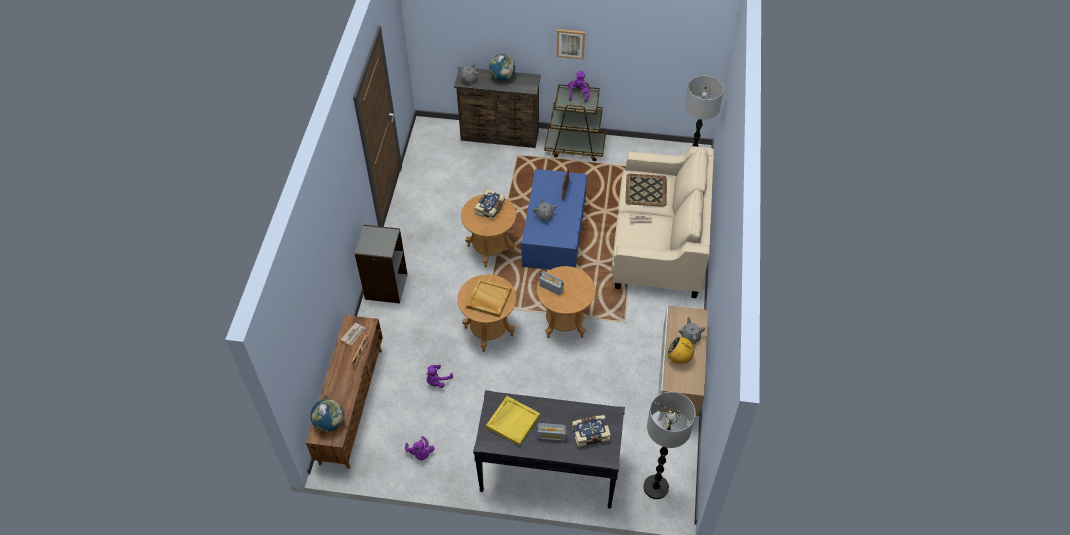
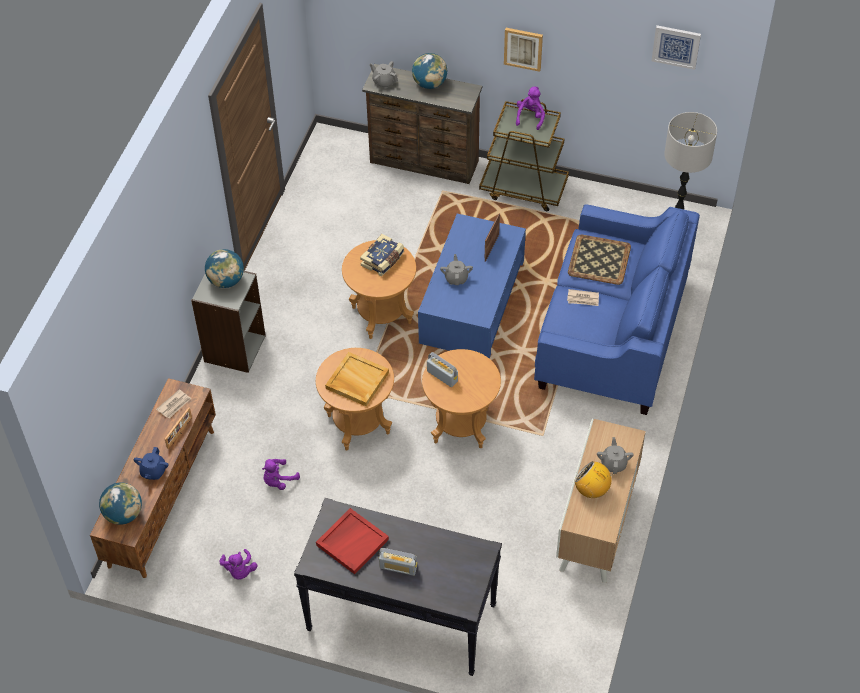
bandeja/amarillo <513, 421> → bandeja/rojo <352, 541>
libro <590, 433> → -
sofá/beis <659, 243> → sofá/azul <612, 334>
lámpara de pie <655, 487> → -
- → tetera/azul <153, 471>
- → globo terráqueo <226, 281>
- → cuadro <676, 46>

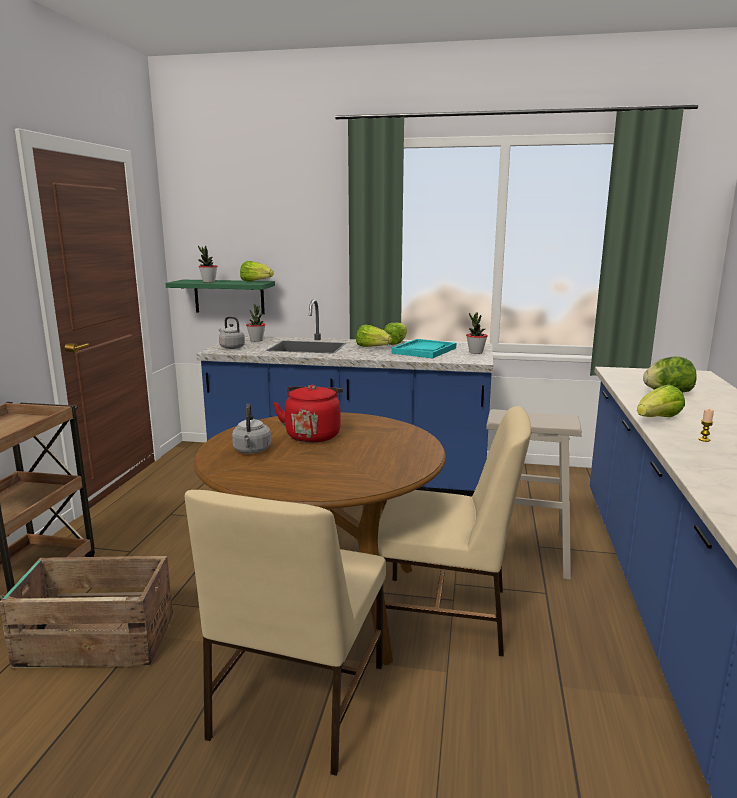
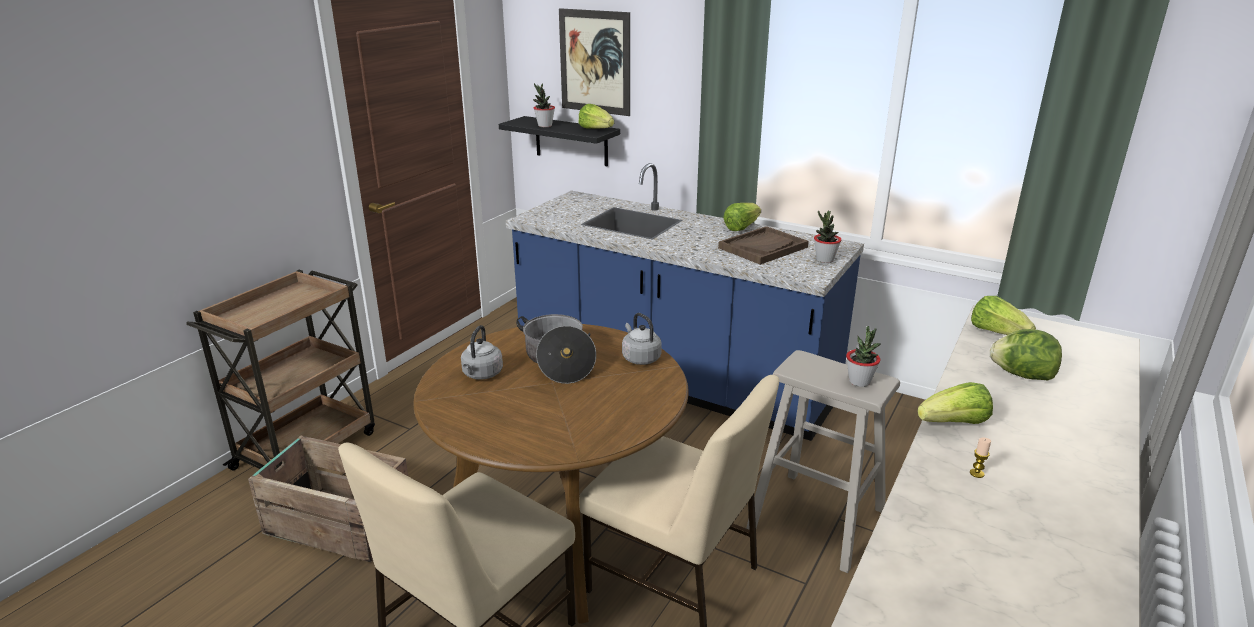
estante/verde <229, 296> → estante/negro <571, 141>
hervidor/gris <231, 347> → hervidor/gris <640, 358>, move
planta en maceta <256, 340> → planta en maceta <859, 381>, move
hervidor/rojo <313, 435> → olla <558, 361>
lechuga <372, 347> → lechuga <997, 333>, move
bandeja/turquesa <424, 350> → bandeja/marrón <763, 247>
- → cuadro <595, 62>

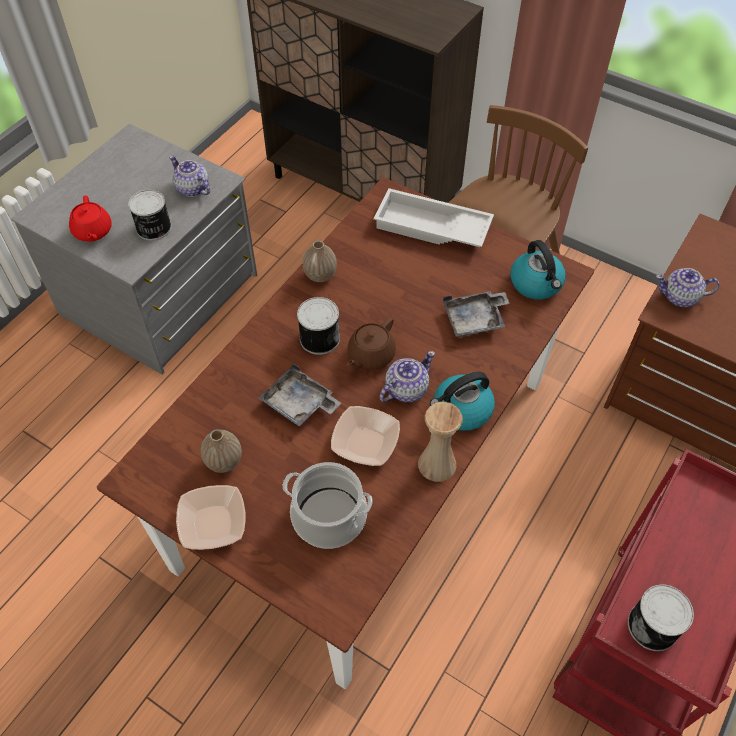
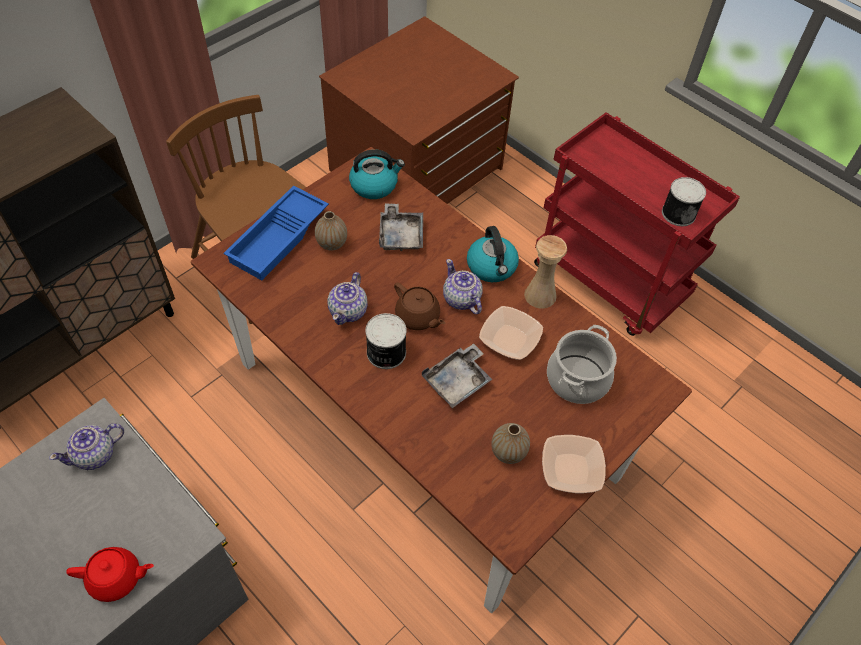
lata <153, 228> → -
florero <320, 275> → florero <332, 244>, move
bandeja/blanco <431, 228> → bandeja/azul <279, 239>
tetera <680, 297> → tetera <348, 311>, move

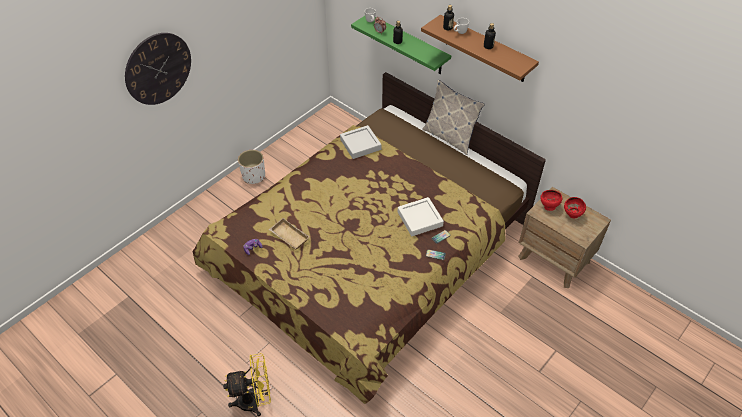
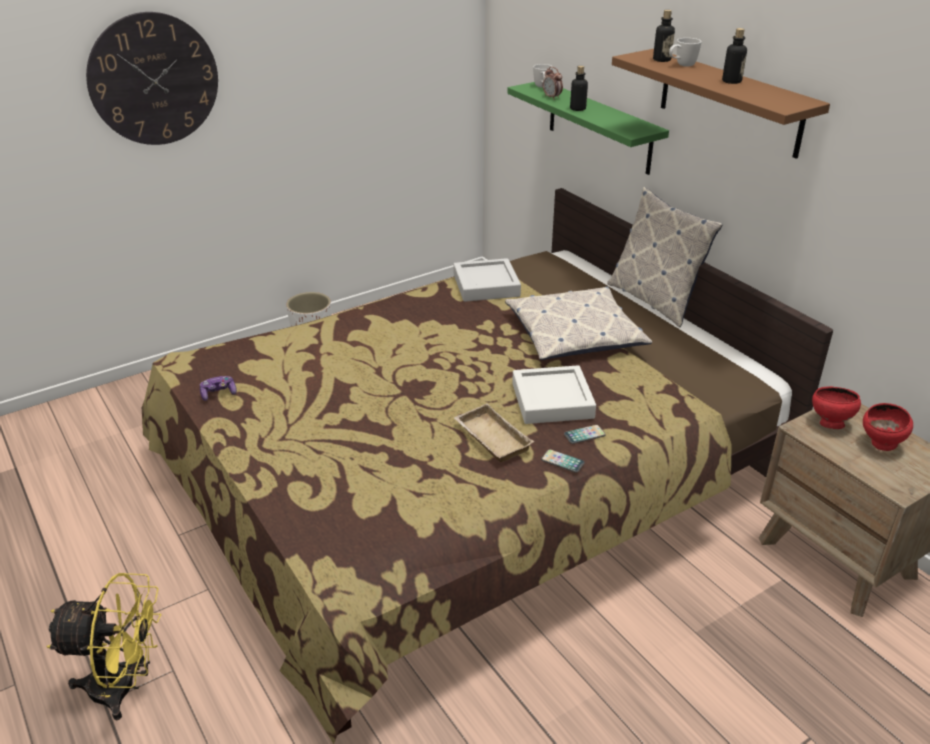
bandeja/beis <288, 236> → bandeja/beis <490, 438>, move
- → cojín <575, 334>

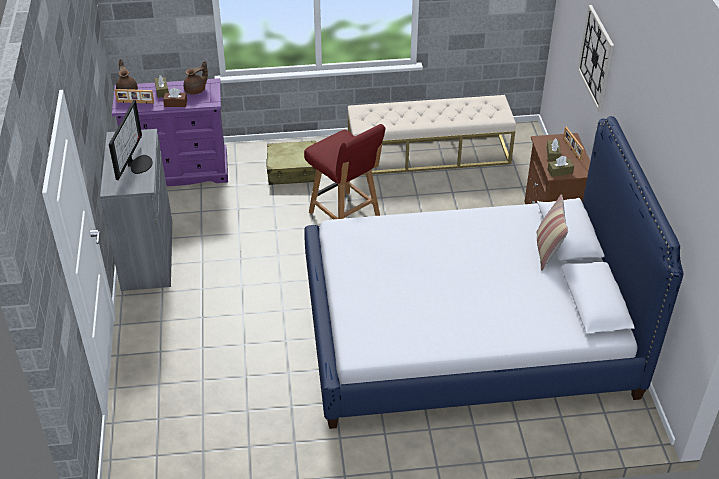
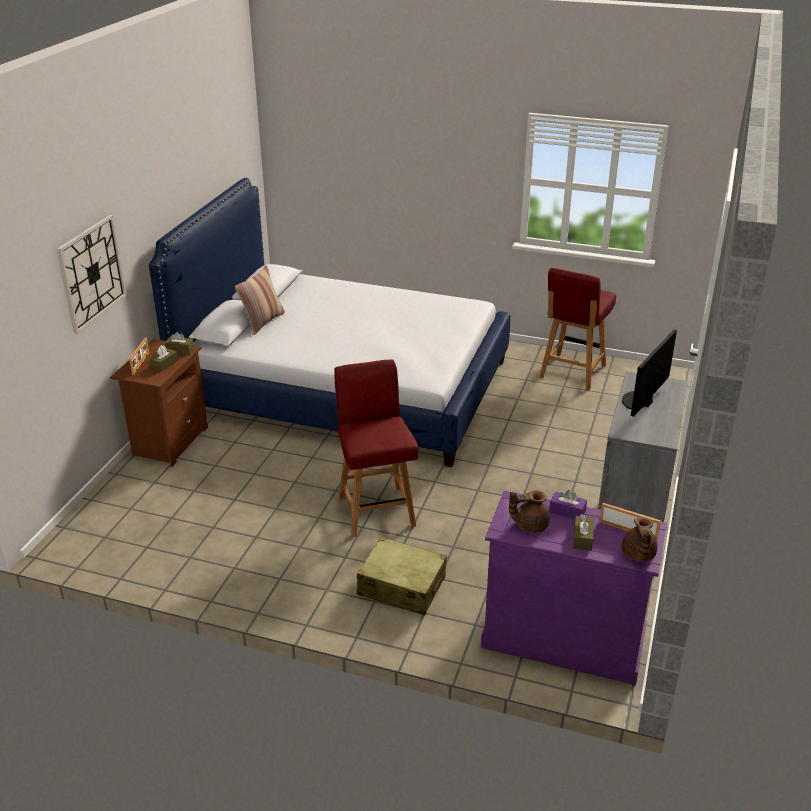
caja de pañuelos/marrón <175, 103> → caja de pañuelos/morado <567, 511>
banco/beis <429, 154> → -
- → silla/rojo <572, 372>

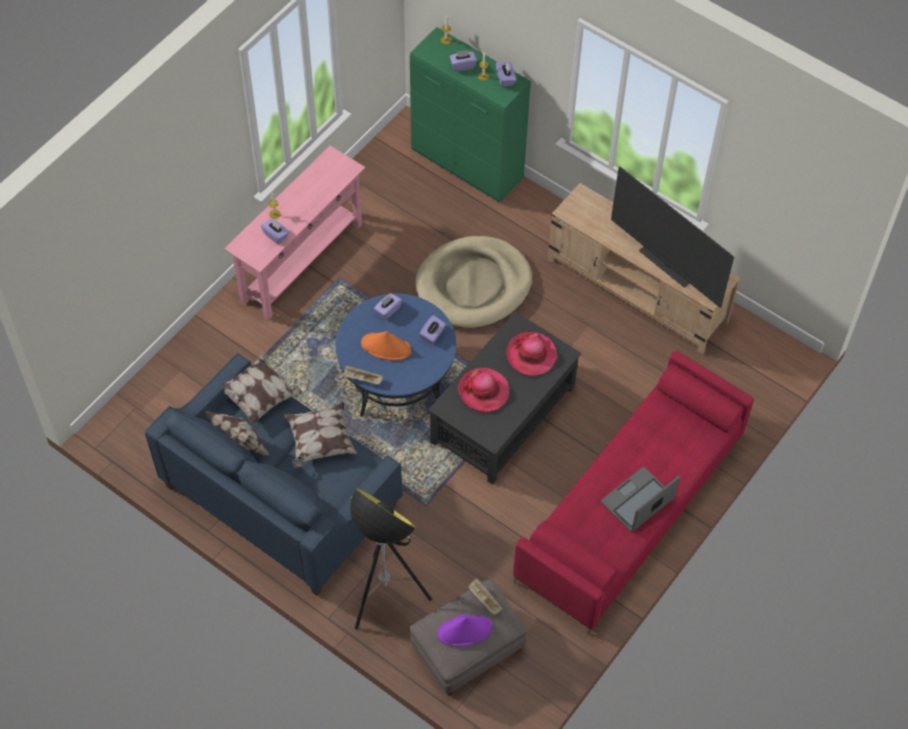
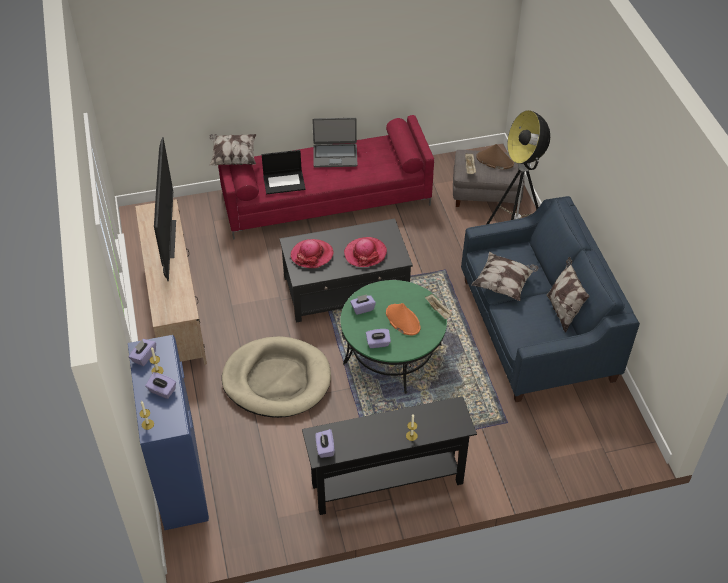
cojín <260, 397> → cojín <233, 157>, move
mesa consola/rosa <301, 262> → mesa consola/negro <387, 484>
caja de pañuelos/morado <276, 235> → caja de pañuelos/morado <325, 448>, move
mesa de centro/azul <396, 376> → mesa de centro/verde <392, 354>
armario/verde <468, 165> → armario/azul <179, 476>
sombrero/morado <465, 630> → sombrero/marrón <494, 160>
- → portátil <284, 182>

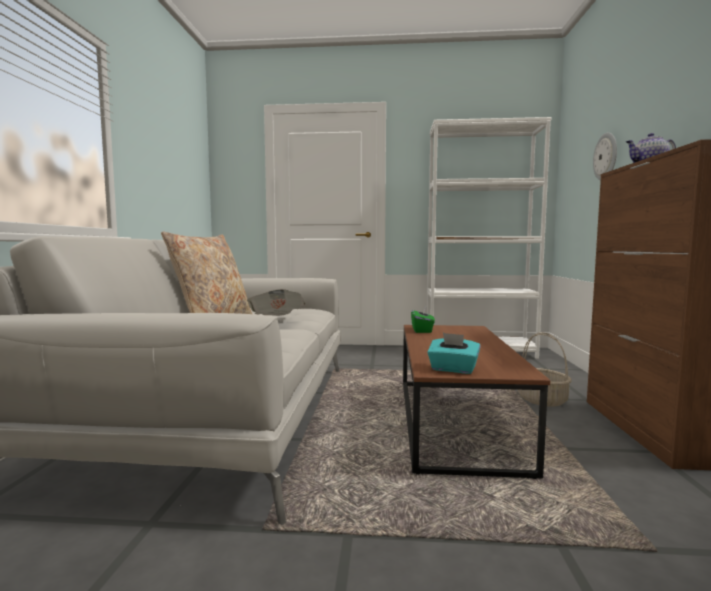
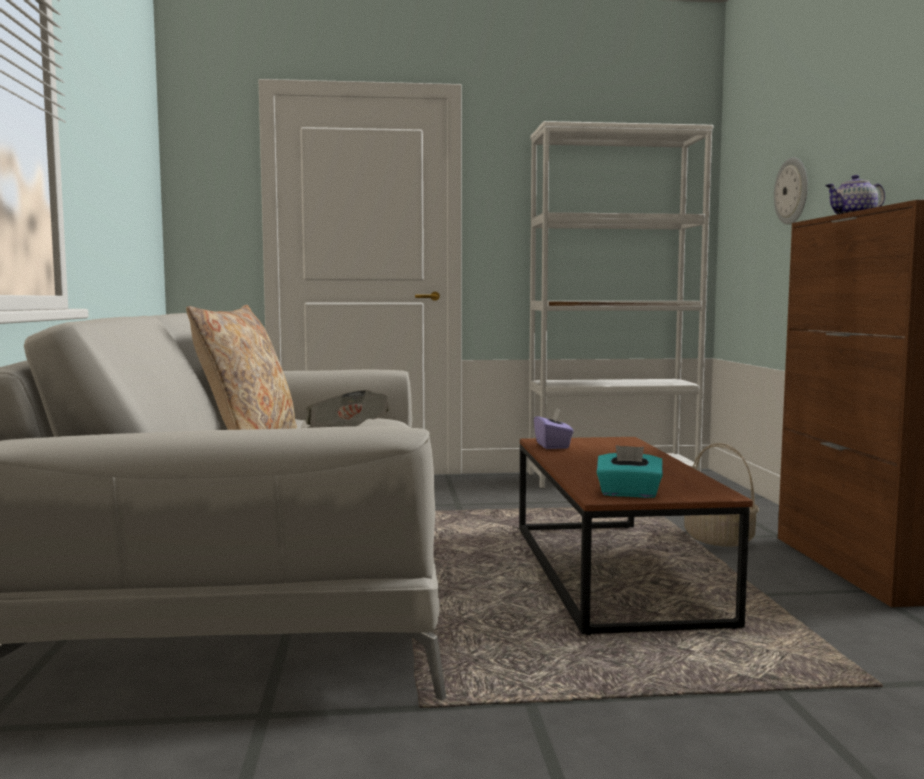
caja de pañuelos/verde <422, 330> → caja de pañuelos/morado <553, 446>

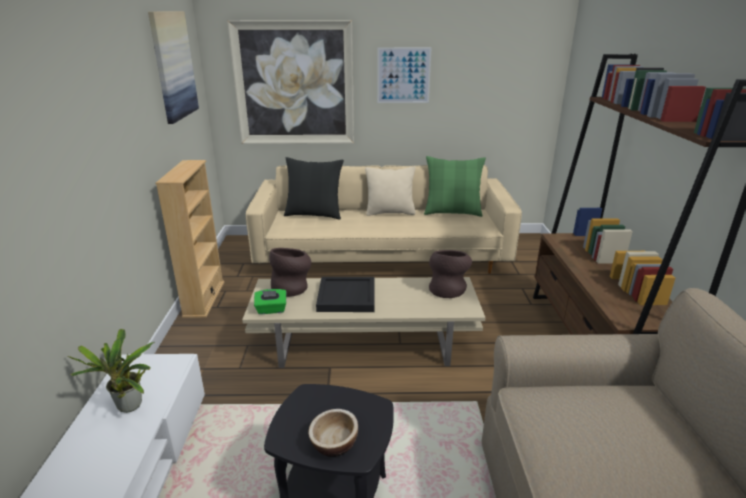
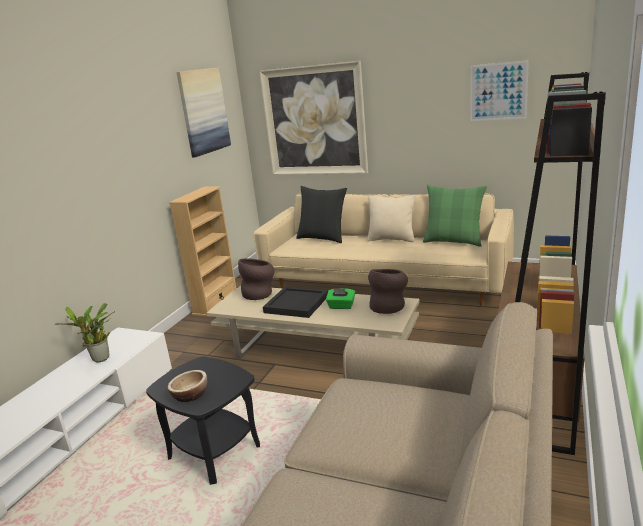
caja de pañuelos/verde <271, 310> → caja de pañuelos/verde <341, 306>, move
cuadro <403, 75> → cuadro <498, 91>, move

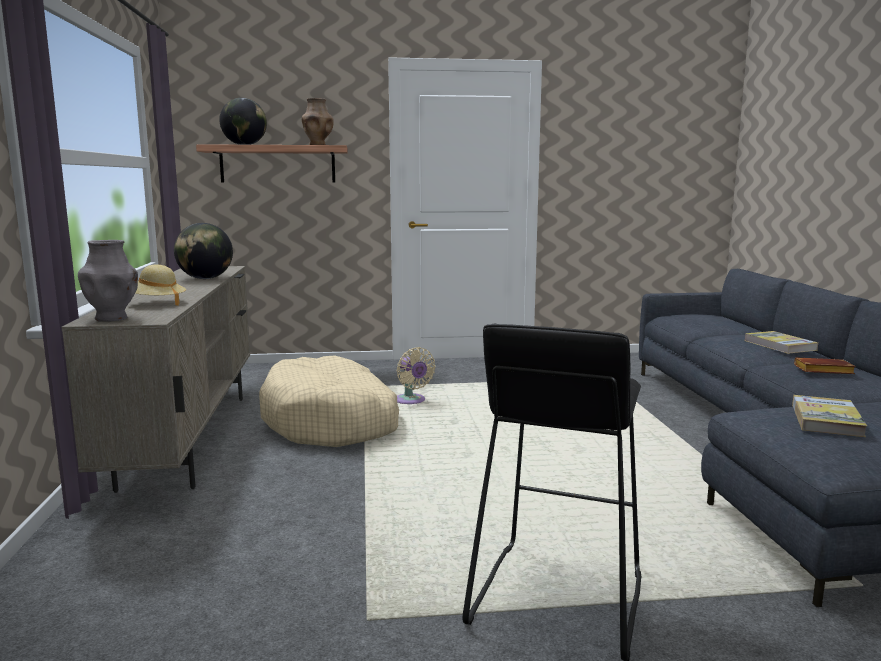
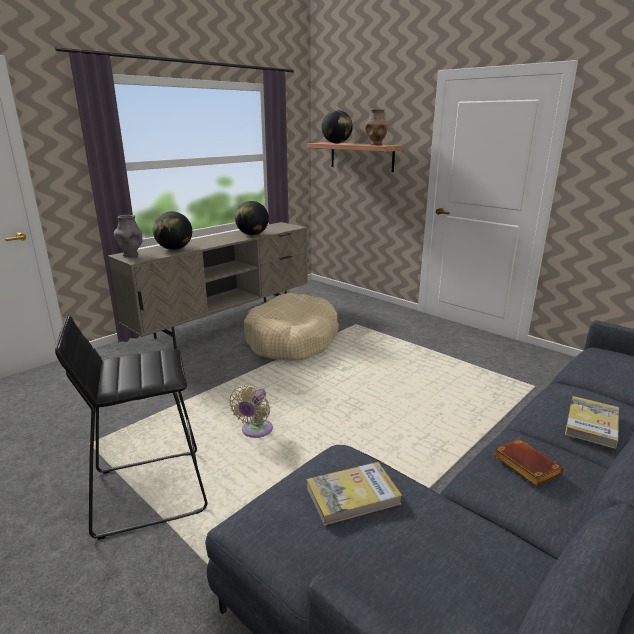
sombrero/beis <157, 303> → globo terráqueo <174, 249>
ventilador/beis <411, 401> → ventilador/beis <255, 431>, move

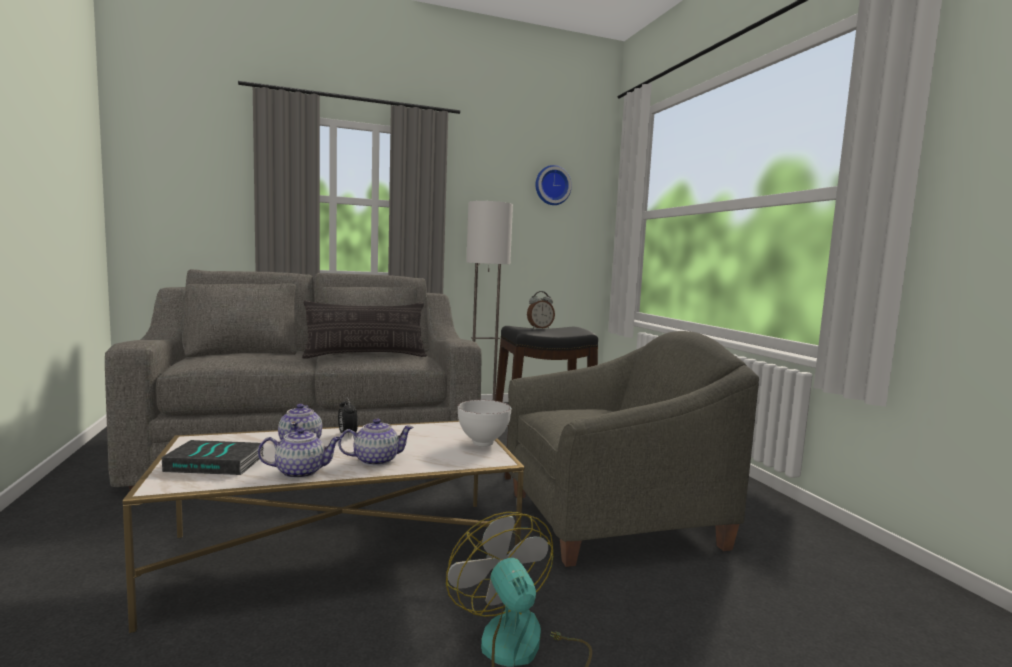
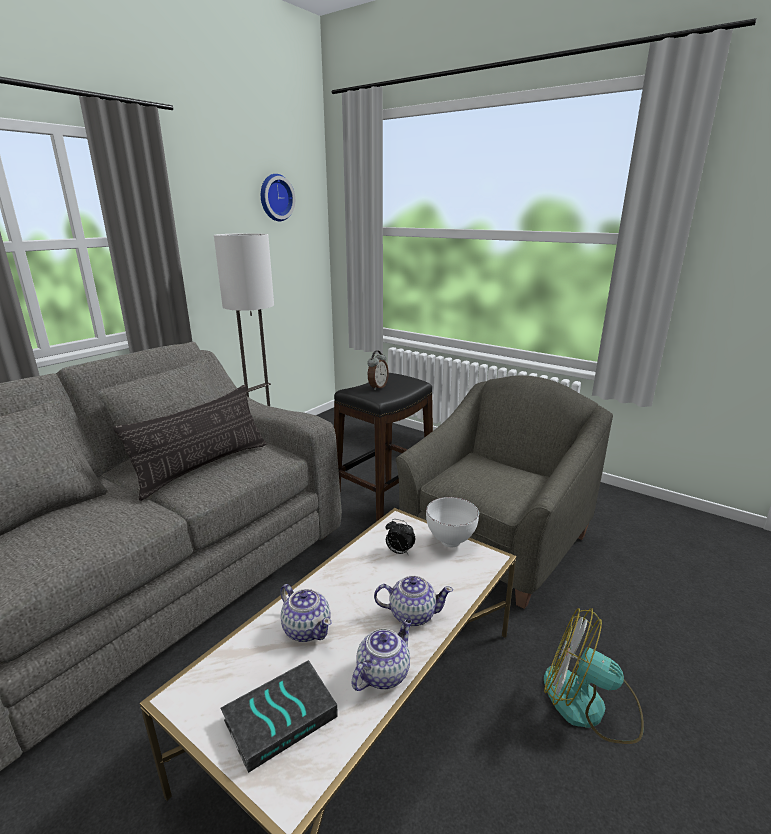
despertador <347, 434> → despertador <399, 552>, move
tetera <375, 460> → tetera <412, 614>, 60 degrees clockwise

